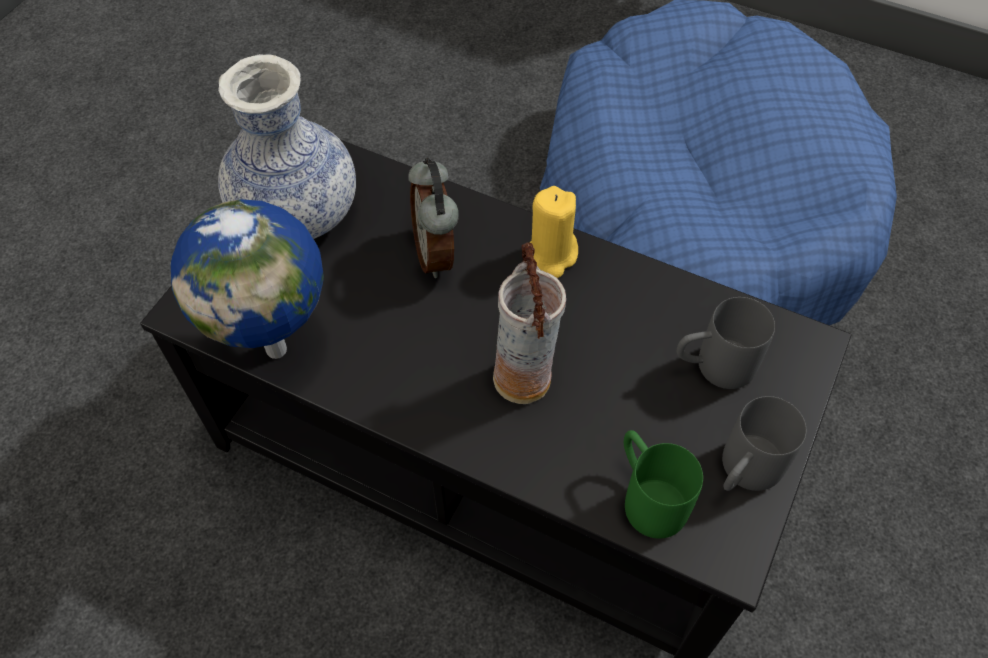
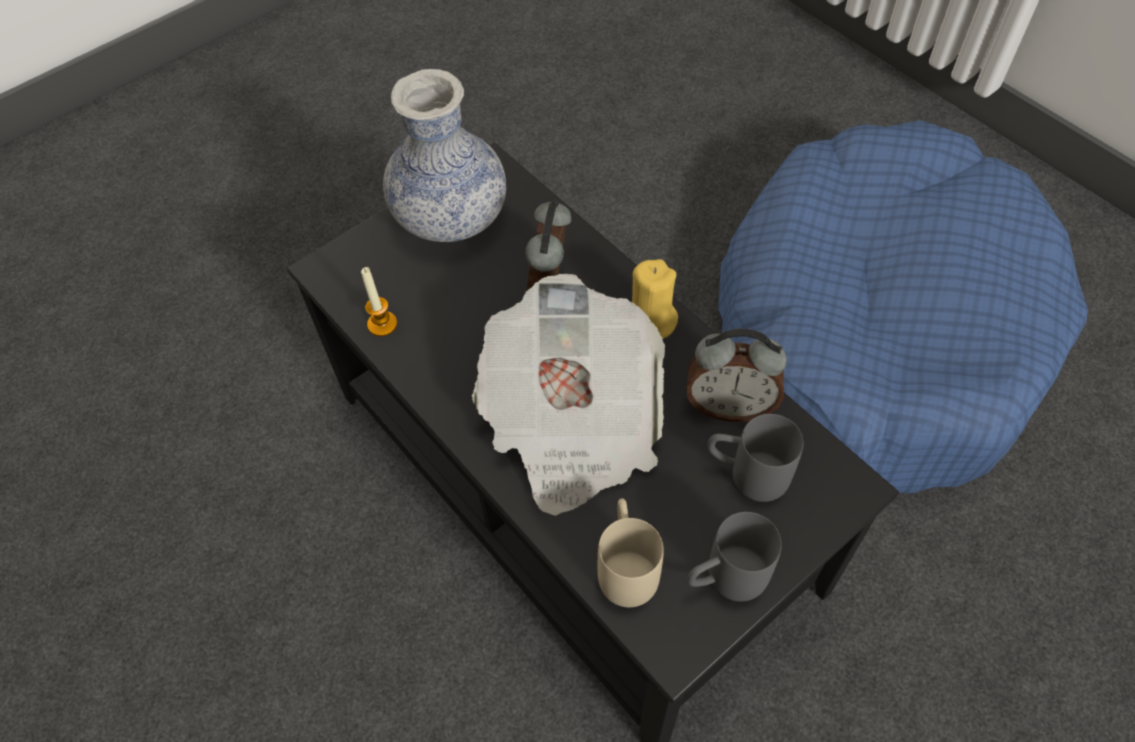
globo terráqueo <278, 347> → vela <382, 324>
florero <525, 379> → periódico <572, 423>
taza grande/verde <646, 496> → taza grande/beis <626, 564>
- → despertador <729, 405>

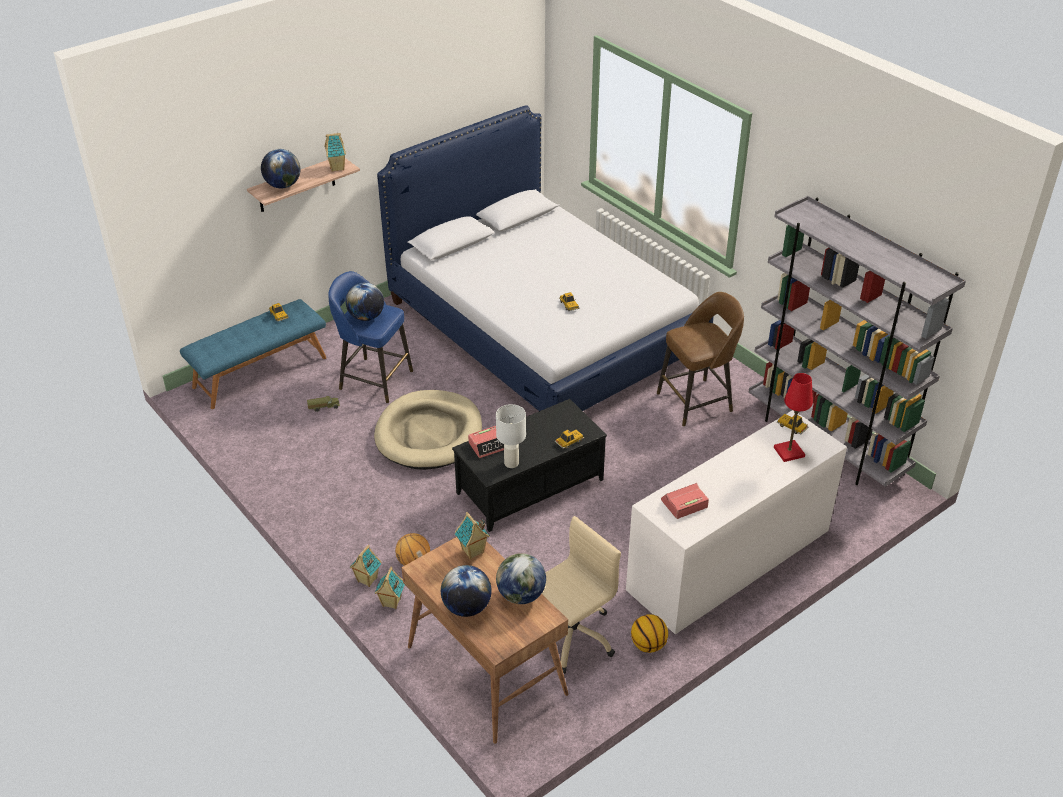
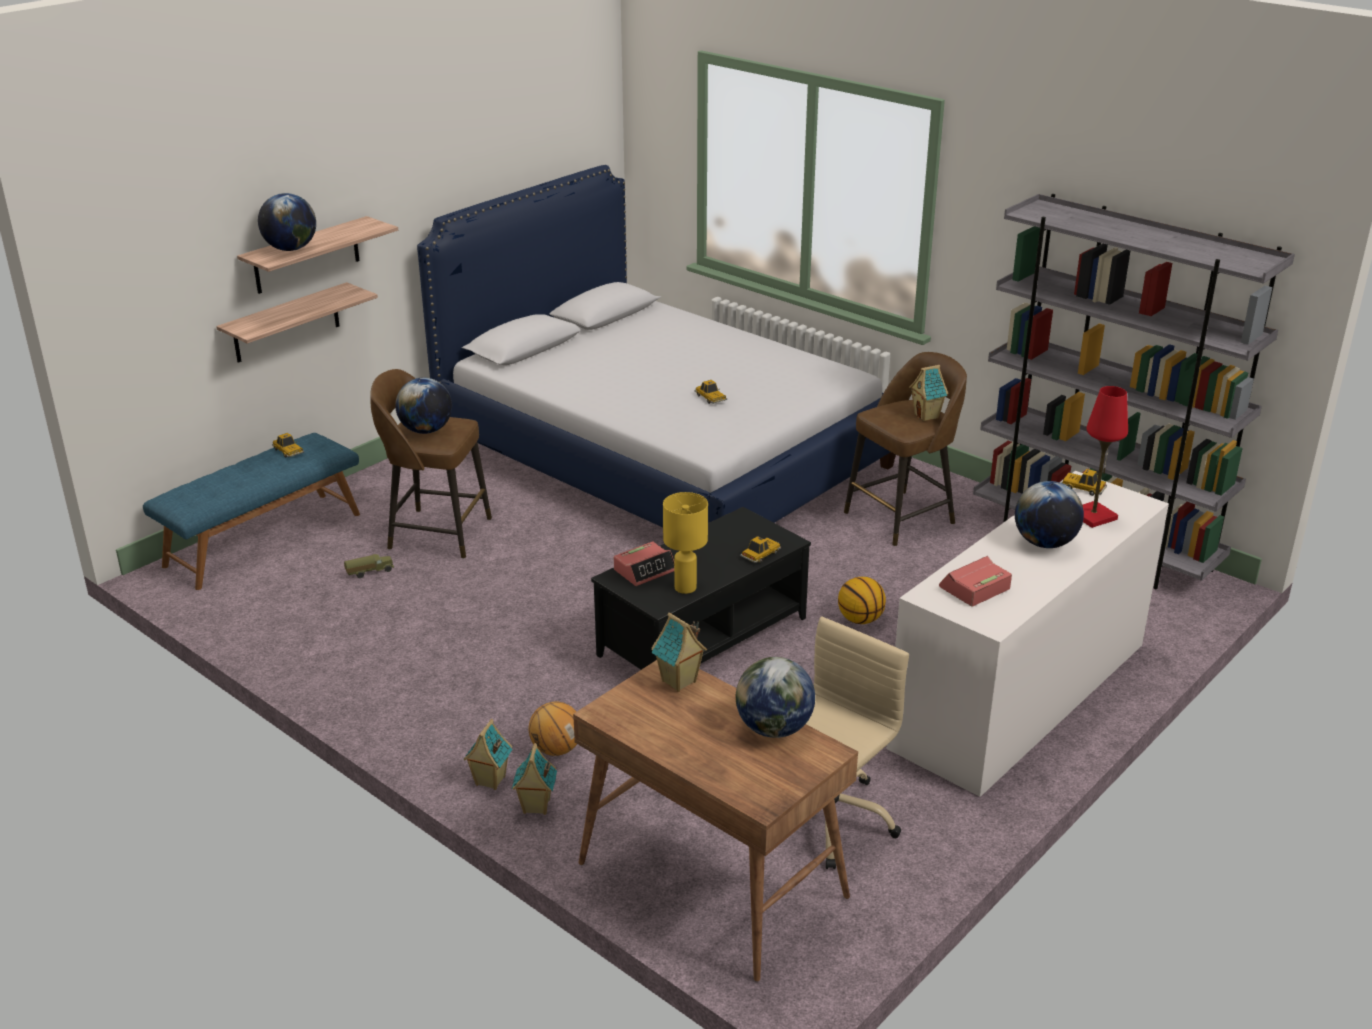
casita <337, 168> → casita <927, 416>, move
taburete/azul <374, 379> → taburete/marrón <436, 533>
cama para perro/beis <429, 434> → -
globo terráqueo <467, 607> → globo terráqueo <1045, 543>, move
lámpara de mesa/blanco <512, 463> → lámpara de mesa/amarillo <686, 588>
balón de baloncesto <648, 645> → balón de baloncesto <860, 620>, move
- → estante <286, 323>

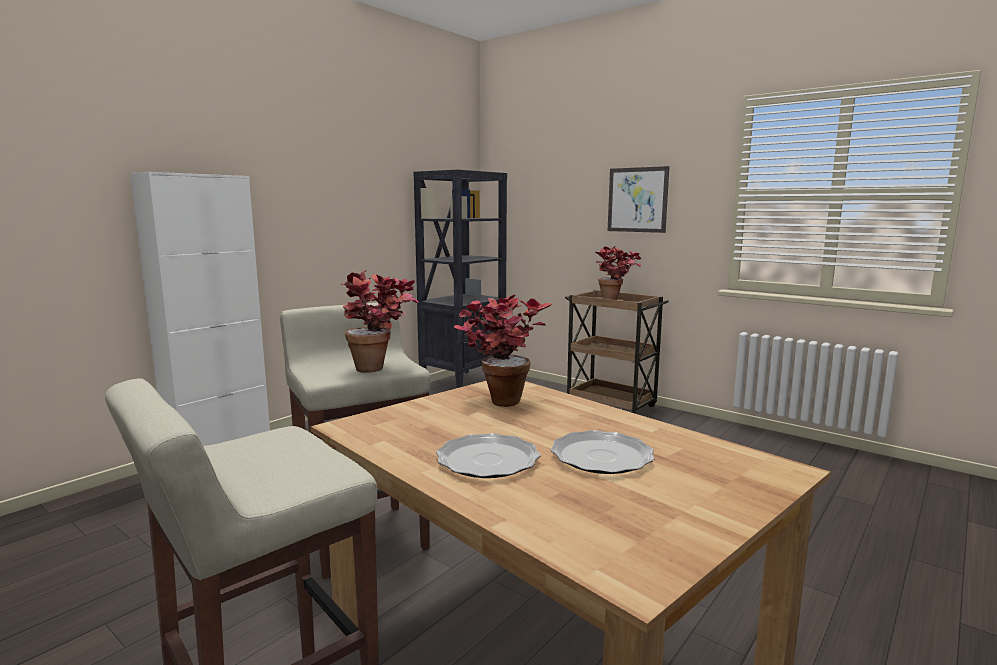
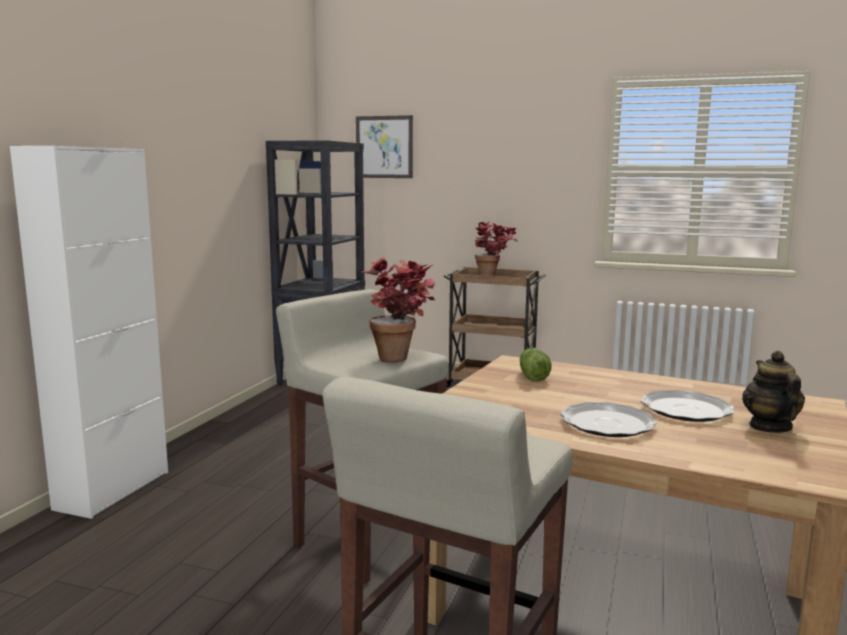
planta en maceta <498, 399> → lechuga <533, 375>
cuadro <637, 200> → cuadro <384, 147>, move
- → tetera <769, 427>

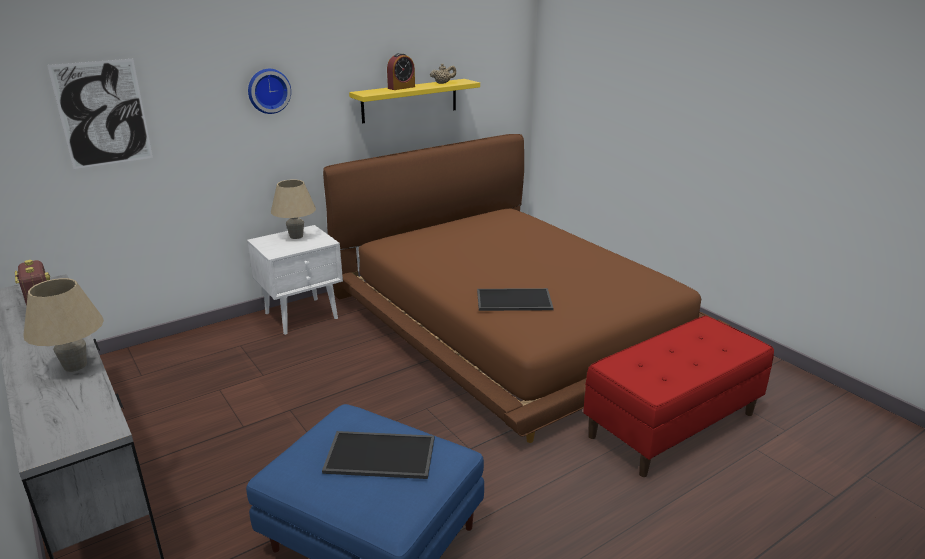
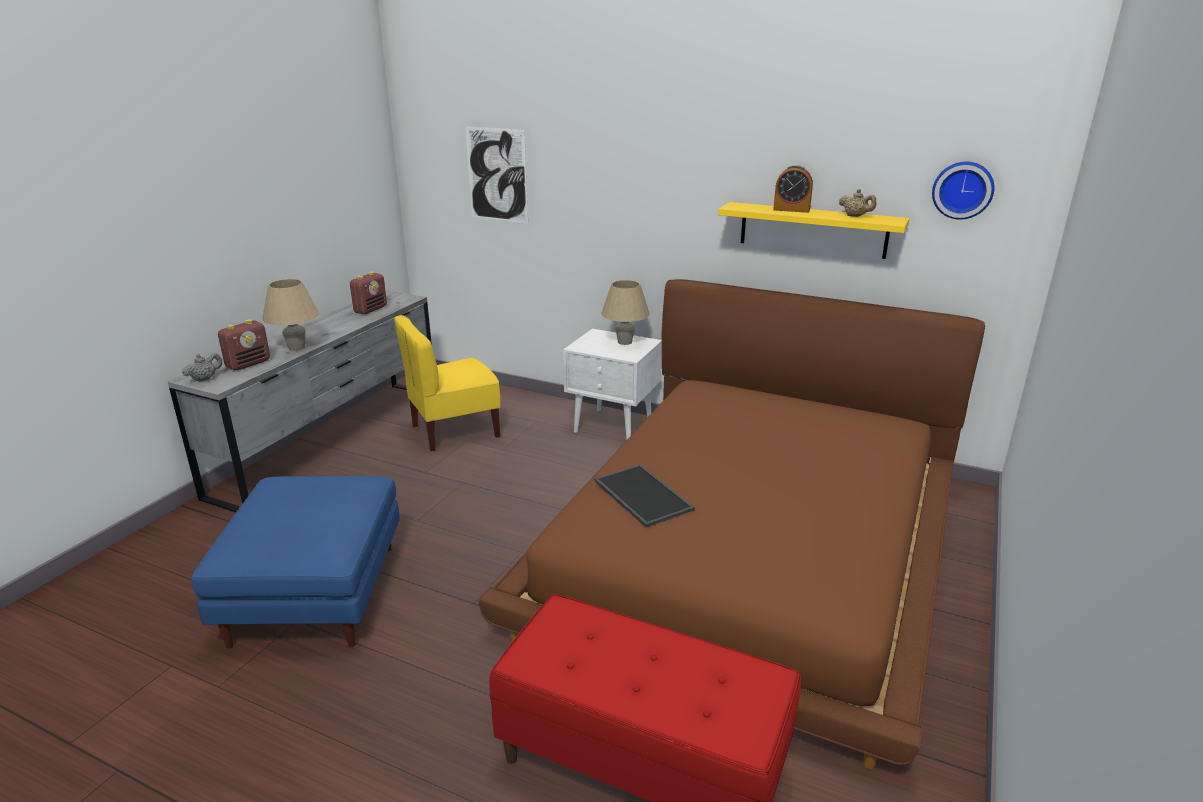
reloj de pared <268, 90> → reloj de pared <963, 189>, move
bandeja <378, 456> → -
- → tetera/gris <205, 379>
- → radio <248, 364>
- → silla/amarillo <454, 431>

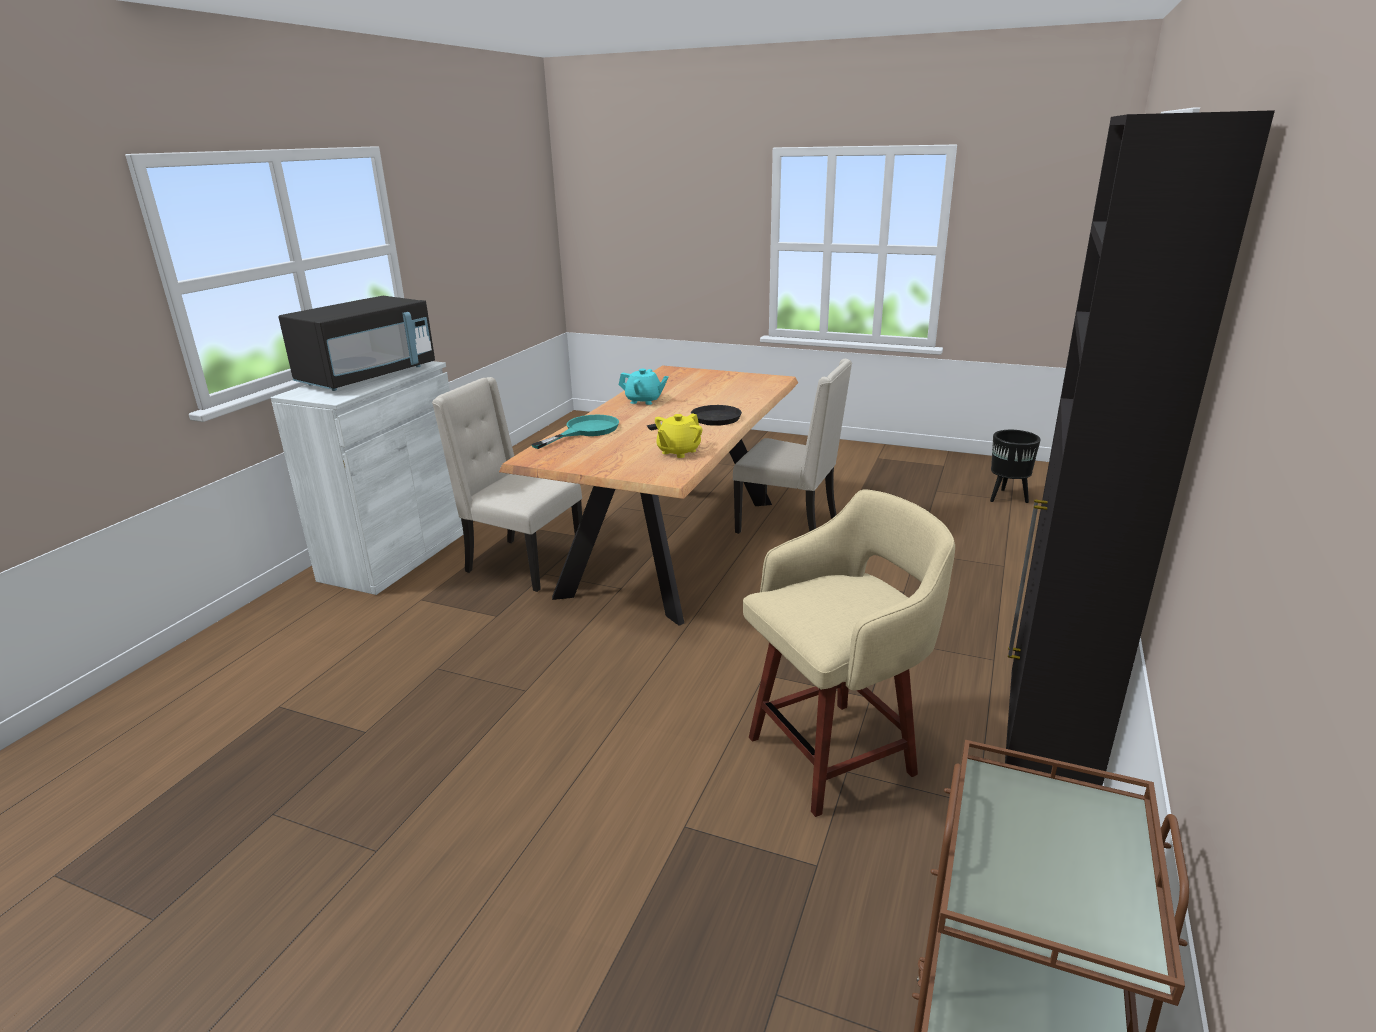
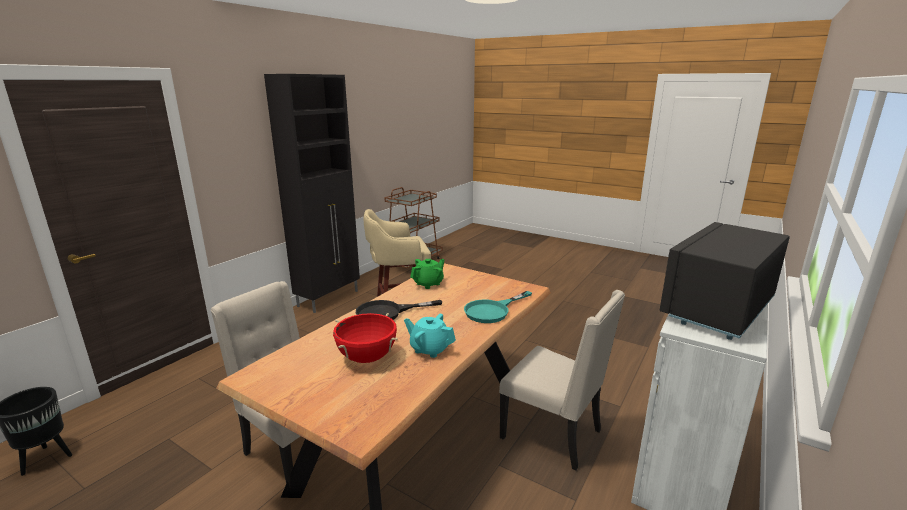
tetera/amarillo <678, 452> → tetera/verde <428, 284>
- → olla/rojo <367, 358>

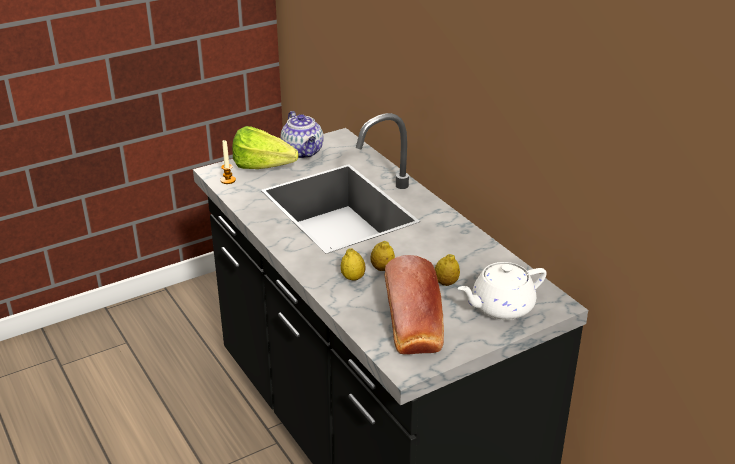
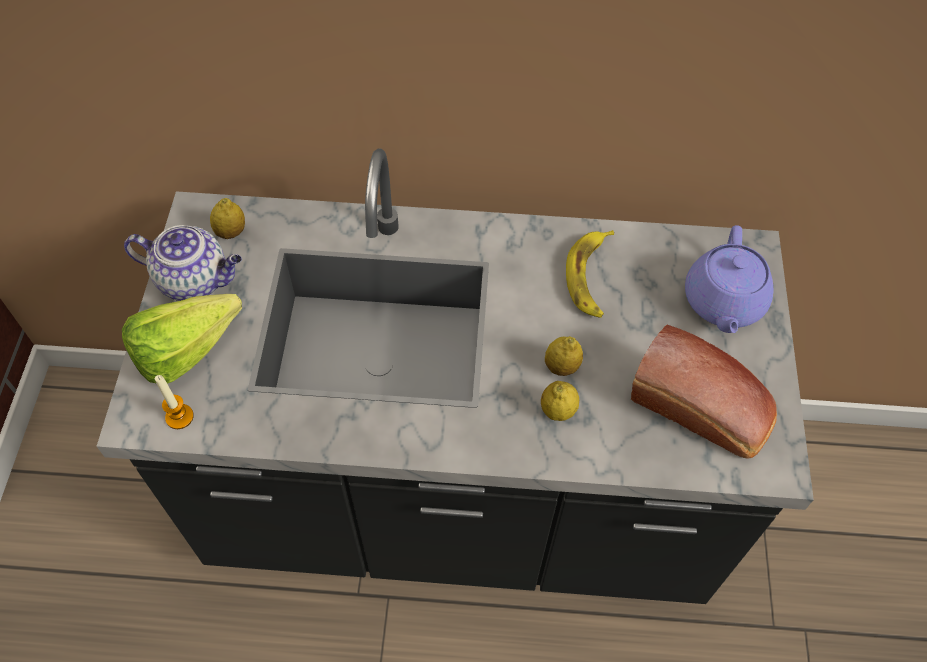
limón <446, 283> → limón <231, 232>, move
tetera/blanco <500, 307> → tetera/morado <723, 302>
- → plátano <590, 277>

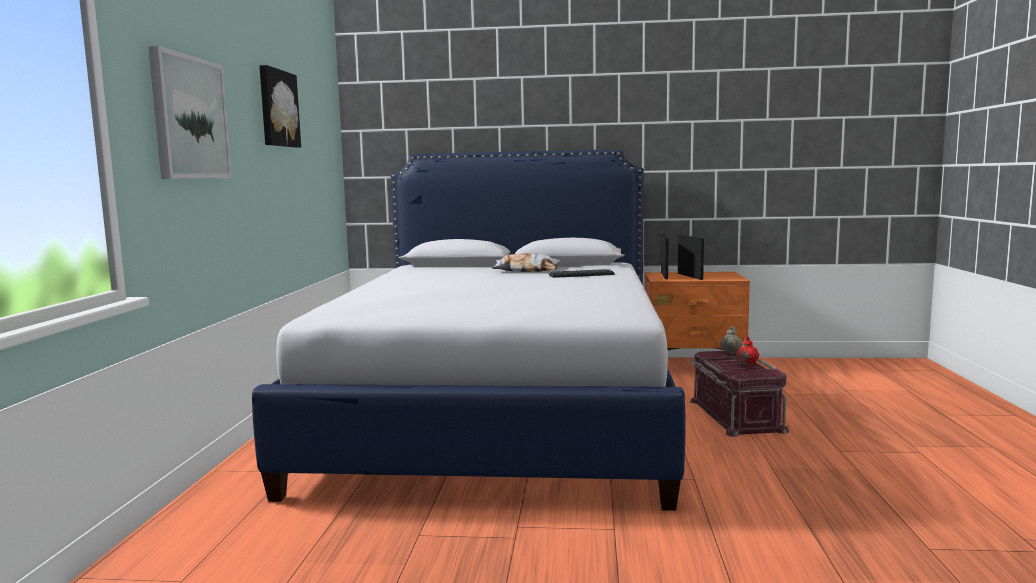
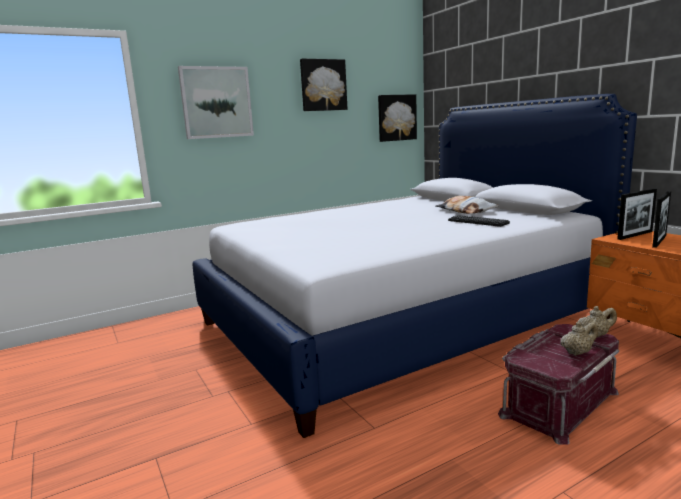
tetera/rojo <747, 364> → tetera/beis <577, 352>
- → cuadro <396, 118>

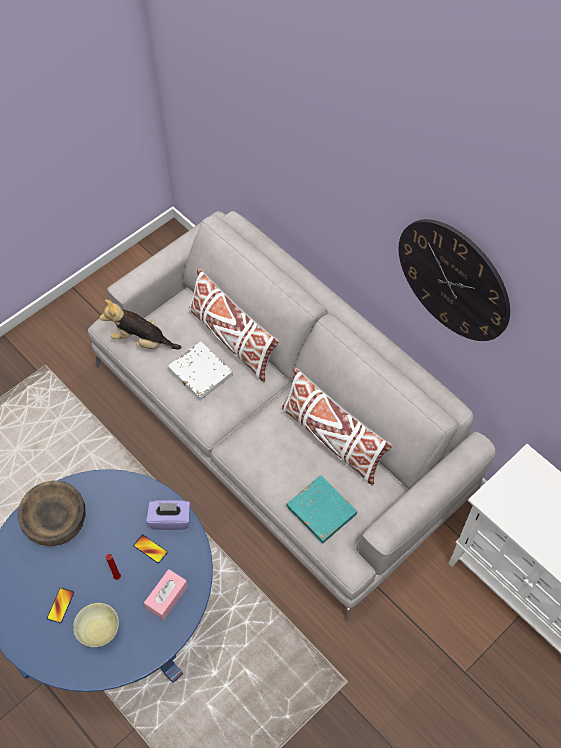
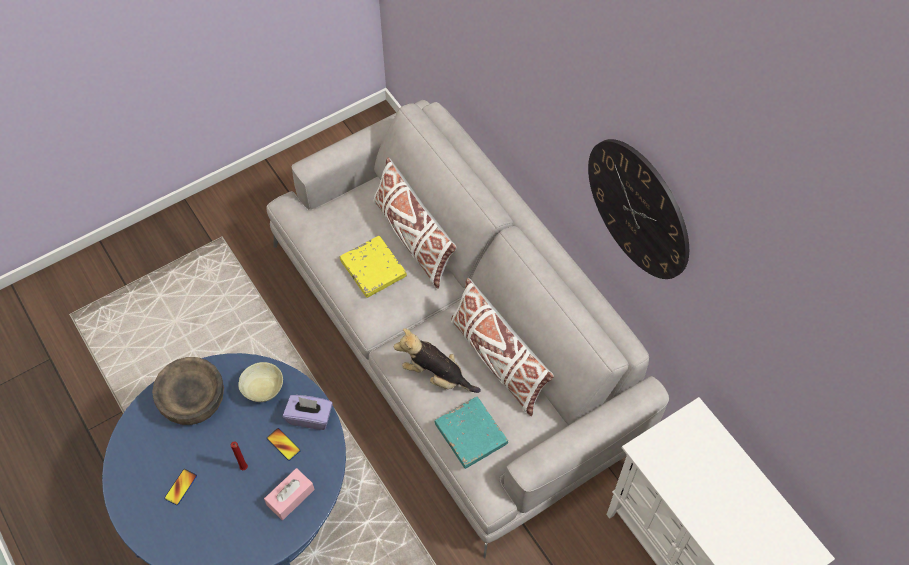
cuenco/beis <99, 630> → cuenco/beis <264, 390>, move
peluche <142, 341> → peluche <436, 375>, move
libro/blanco <200, 373> → libro/amarillo <373, 269>

